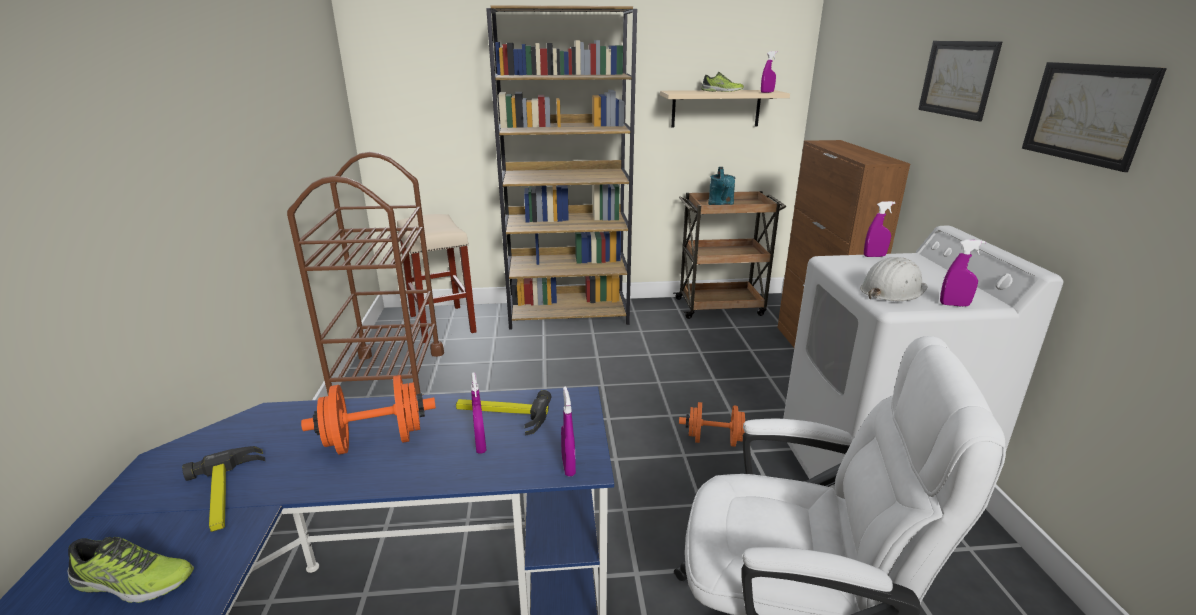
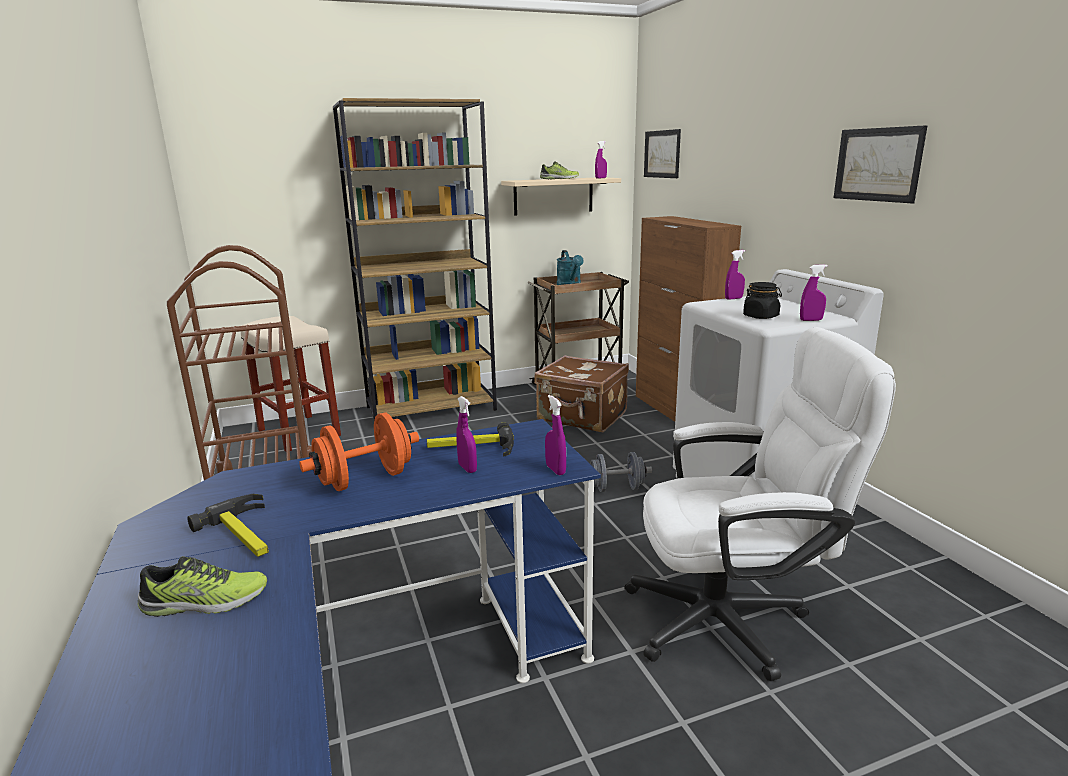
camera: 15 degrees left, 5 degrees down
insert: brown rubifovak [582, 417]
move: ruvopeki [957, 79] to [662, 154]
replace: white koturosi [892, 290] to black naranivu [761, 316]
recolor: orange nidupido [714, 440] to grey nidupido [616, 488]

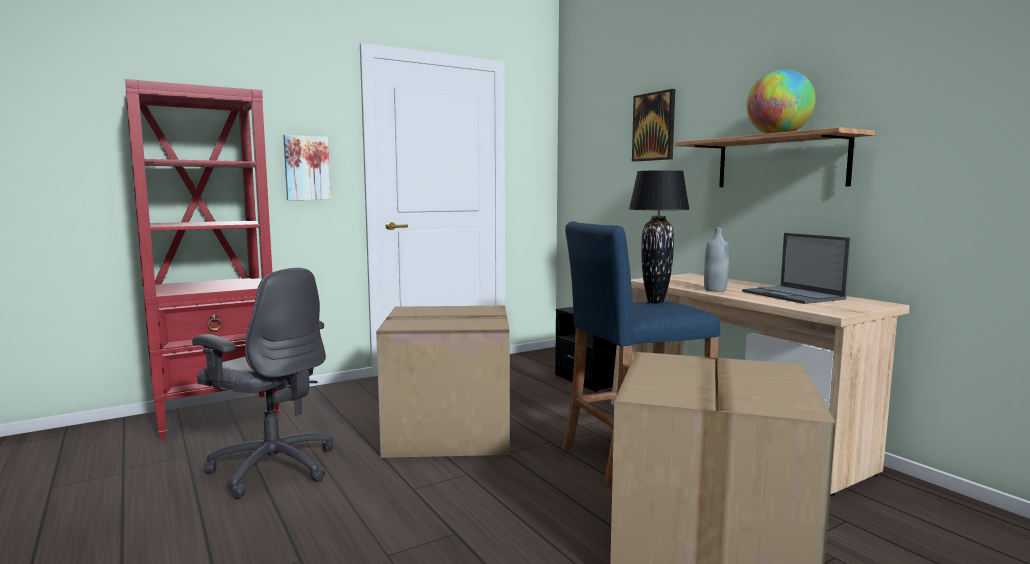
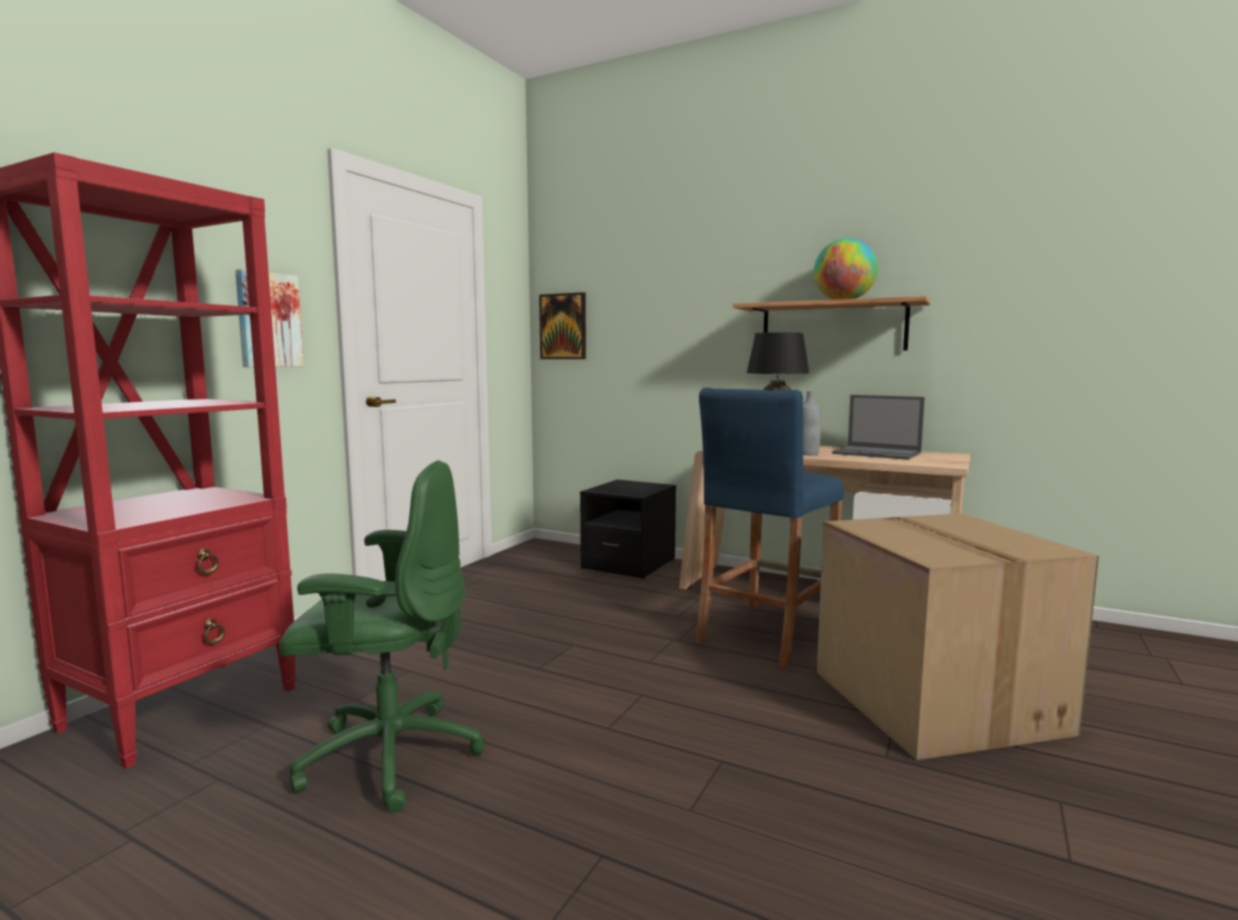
camera: 30 degrees left, 0 degrees up
delete: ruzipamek [446, 432]
move: ruvopeki [654, 126] to [563, 326]
recolor: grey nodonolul [273, 467] to green nodonolul [388, 755]

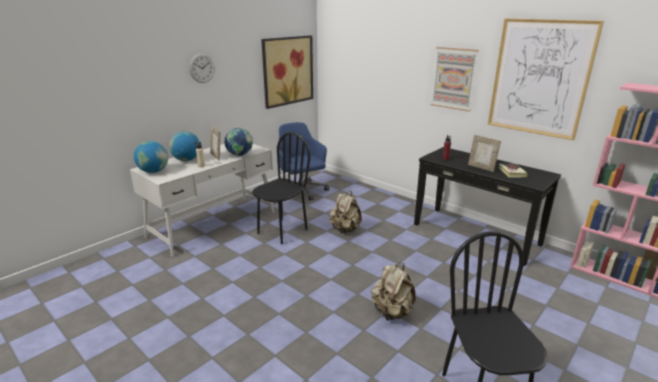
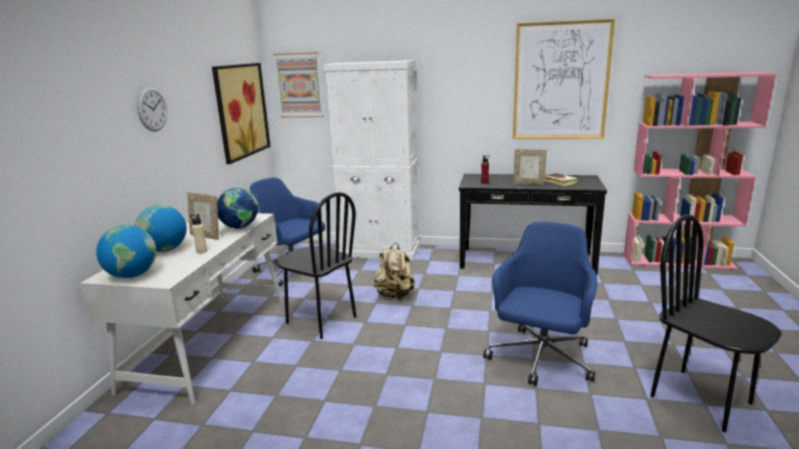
camera: 30 degrees left, 5 degrees down
insert: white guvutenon [380, 251]
move: ruvopeki [453, 78] to [299, 85]
replace: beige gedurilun [392, 312] to blue nodonolul [541, 359]
rotate: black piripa [282, 231] = [321, 320] 120 degrees clockwise

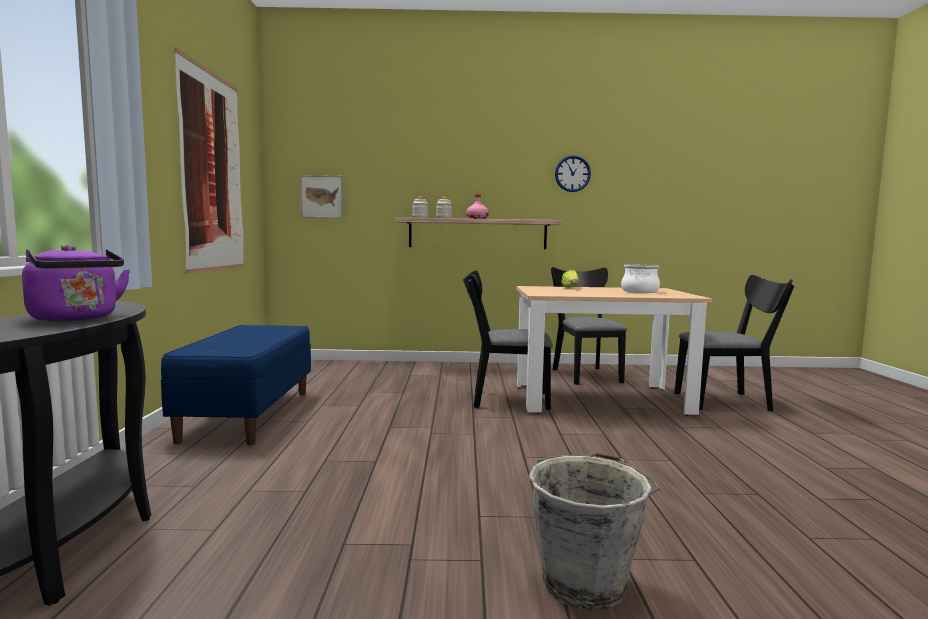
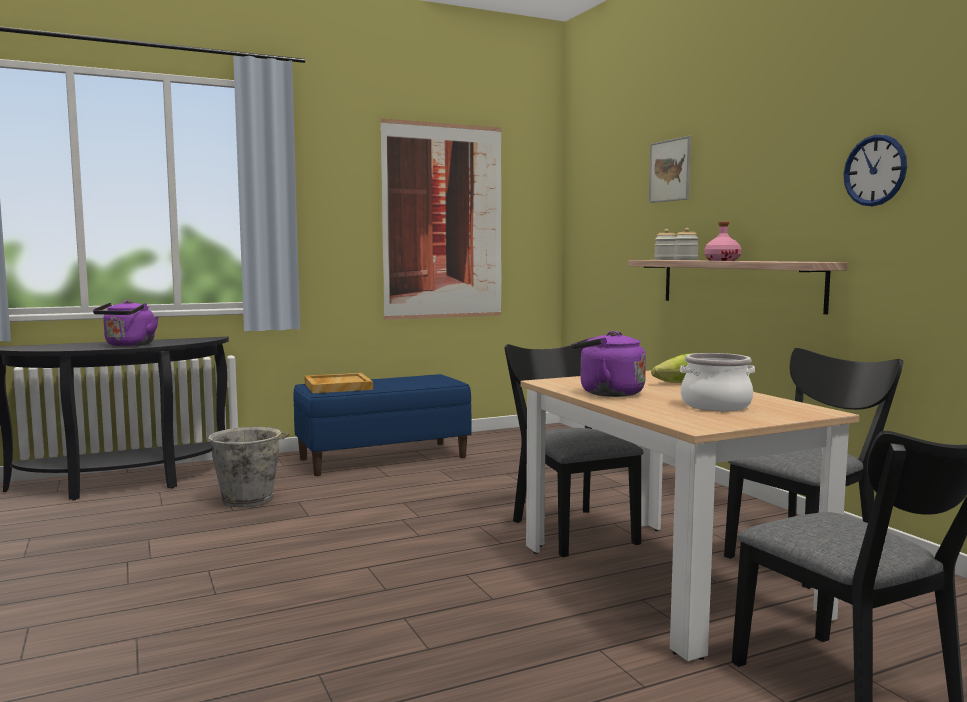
camera: 65 degrees right, 0 degrees up
insert: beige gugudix [337, 386]; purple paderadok [607, 393]
move: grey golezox [585, 582] to [250, 500]; ruvopeki [322, 197] to [670, 170]

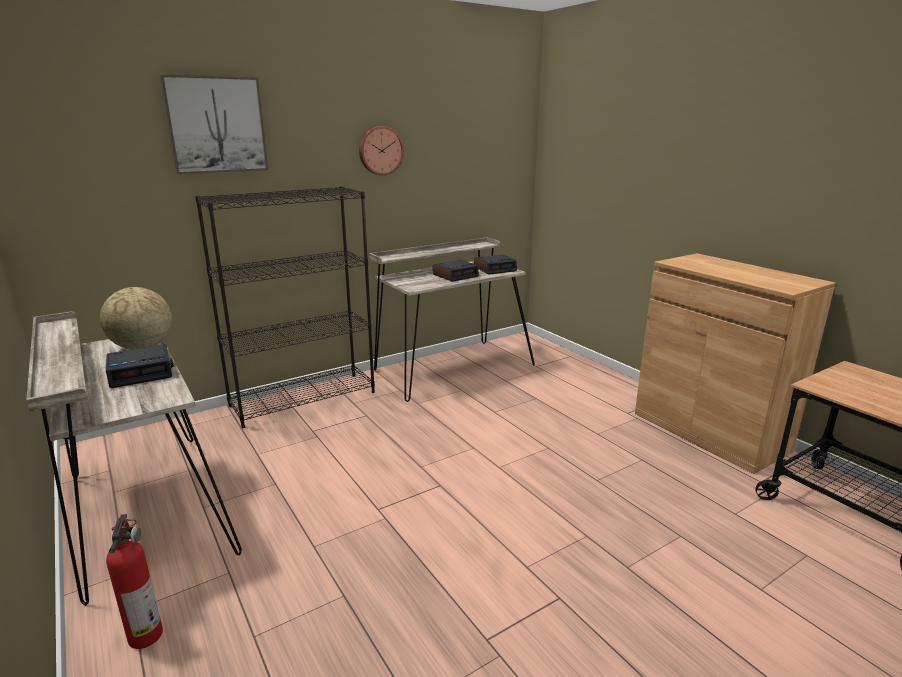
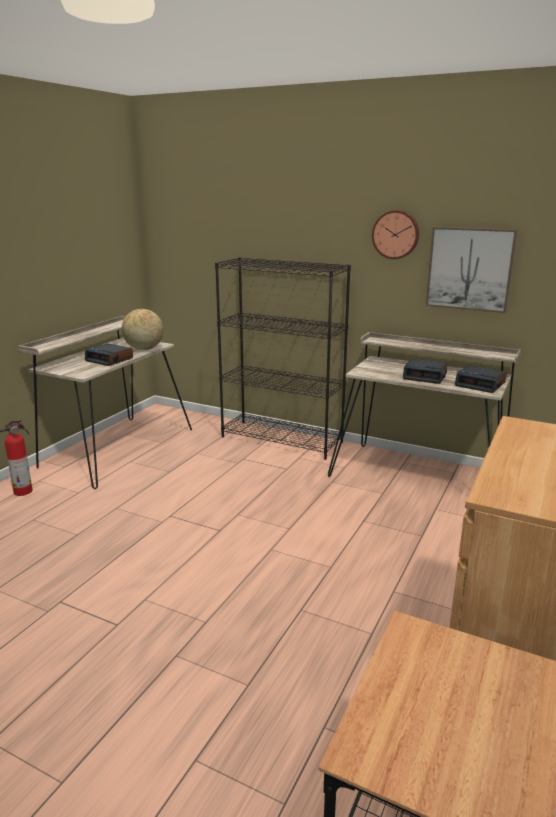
camera: 60 degrees right, 0 degrees up
move: ruvopeki [216, 125] to [469, 269]

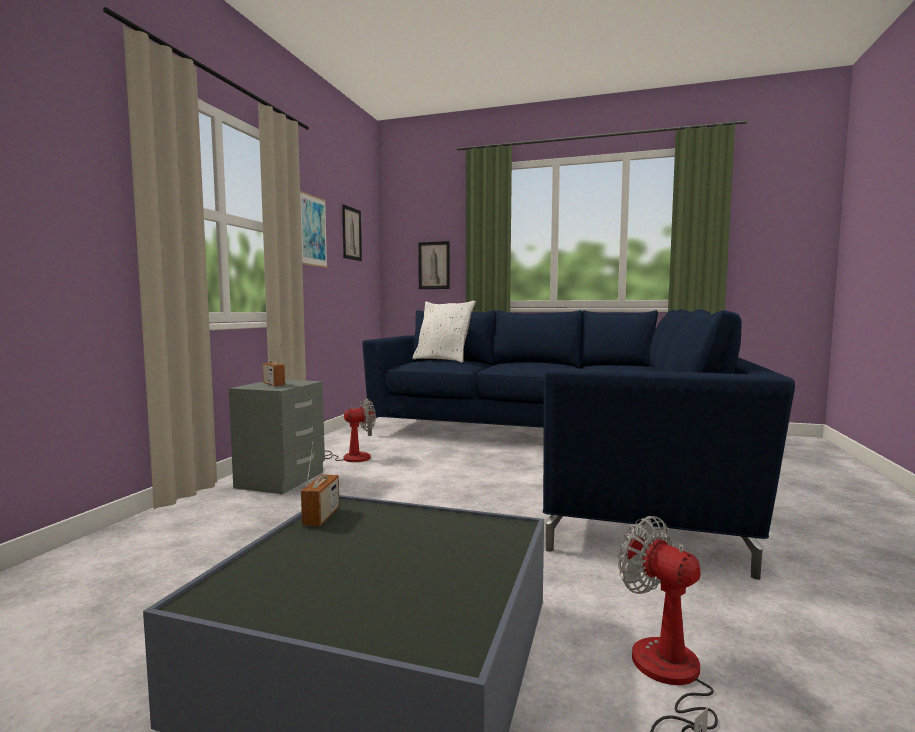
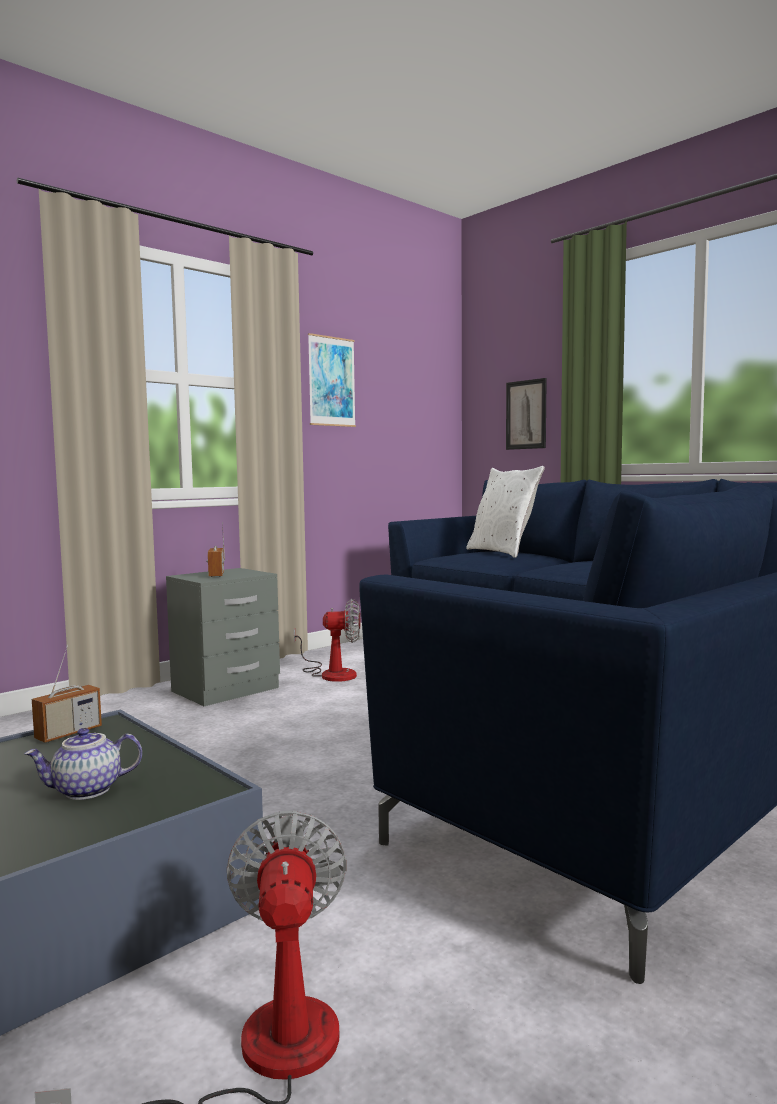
camera: 30 degrees right, 0 degrees up
delete: ruvopeki [351, 233]
insert: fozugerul [86, 791]

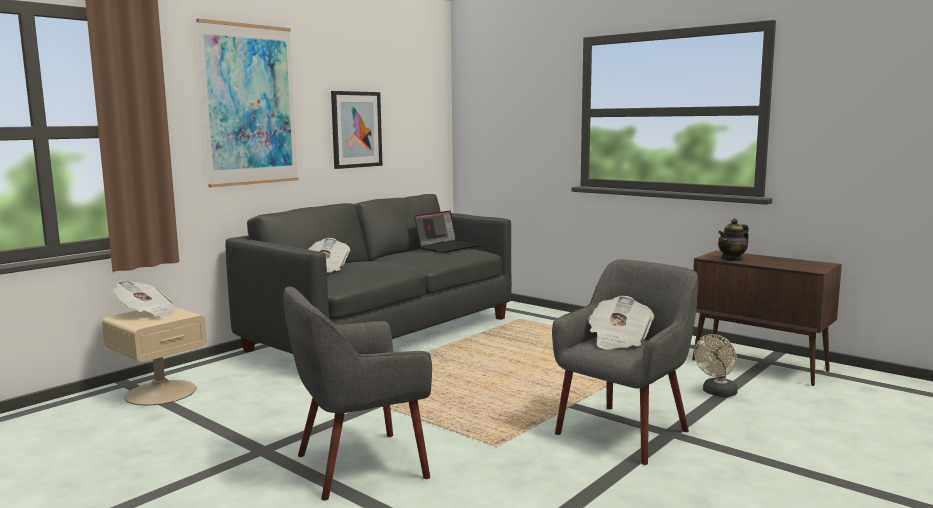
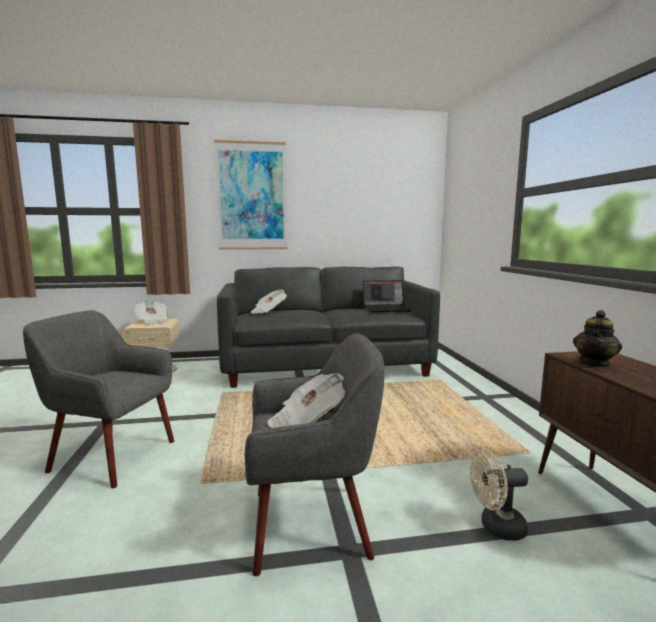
camera: 40 degrees right, 0 degrees up
delete: ruvopeki [356, 129]
rotate: fozugerul [732, 259] = [595, 363] 60 degrees counterclockwise

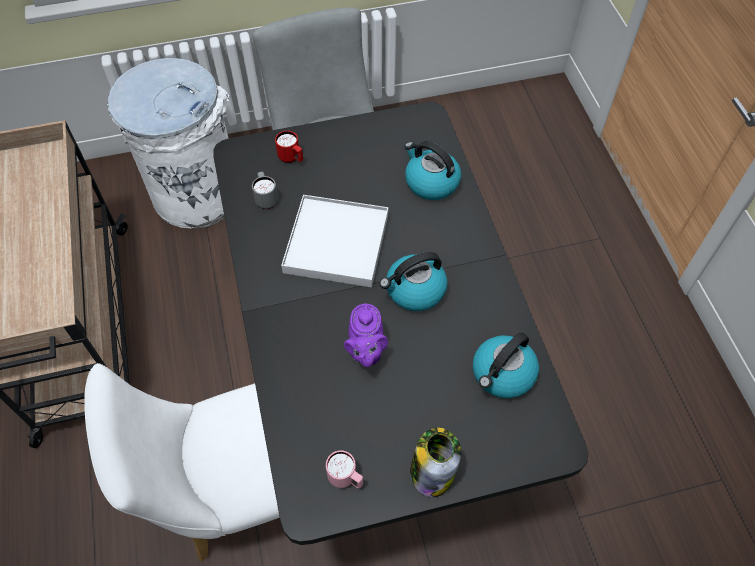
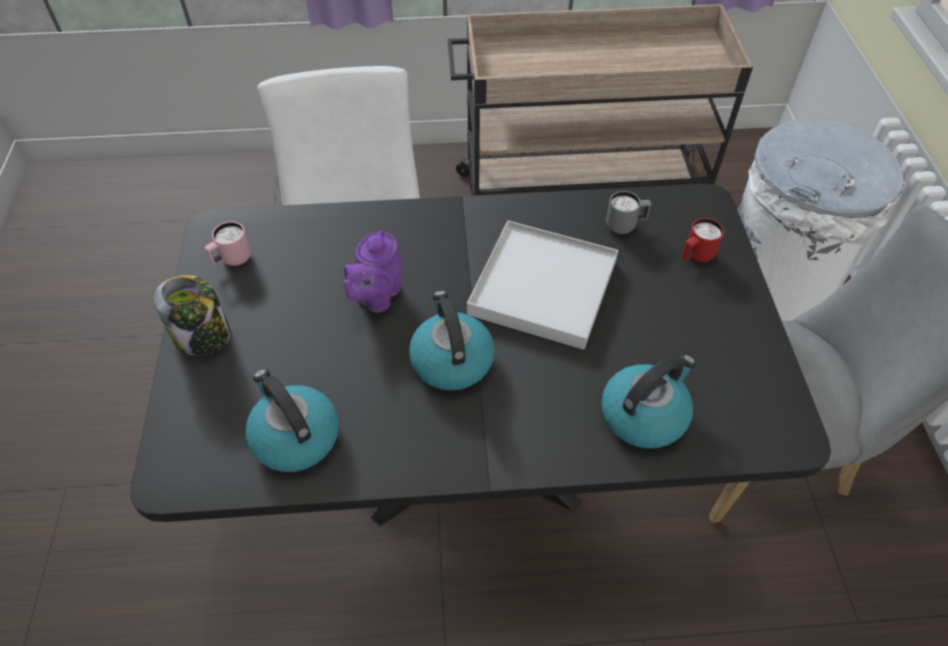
camera: 100 degrees right, 5 degrees down
rotate: purple fozugerul [366, 351] = [376, 297] 75 degrees counterclockwise

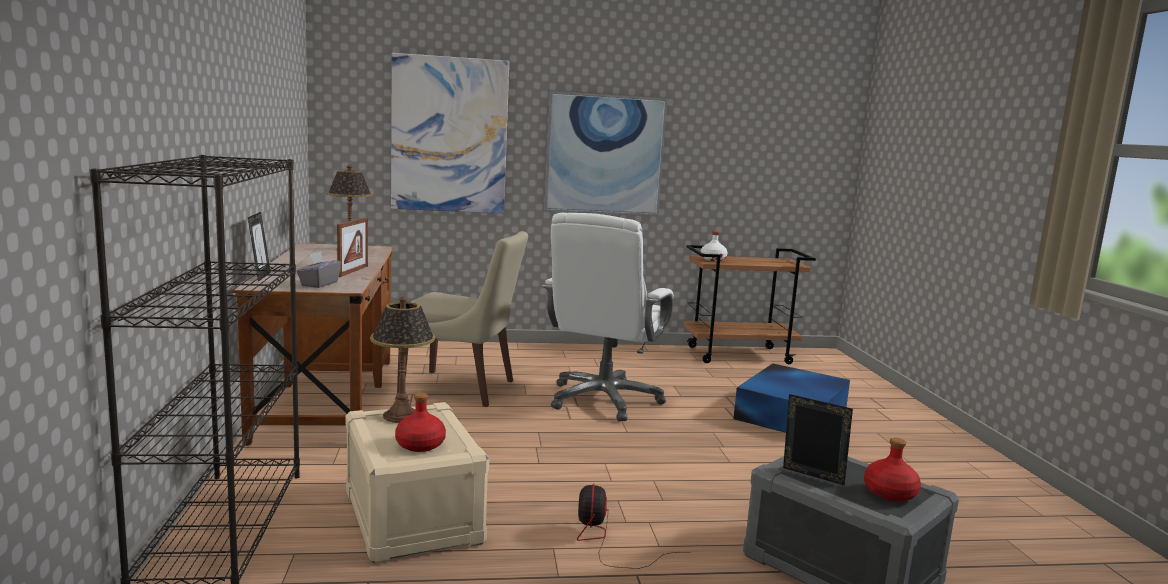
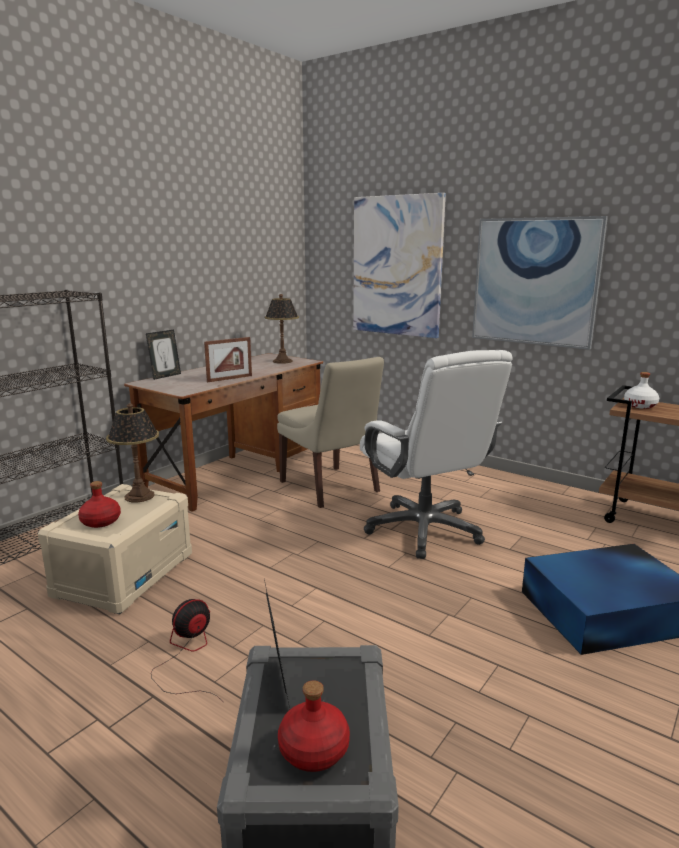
camera: 45 degrees right, 5 degrees up
delete: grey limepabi [319, 284]
rotate: white nodonolul [604, 400] = [424, 530] 90 degrees counterclockwise

